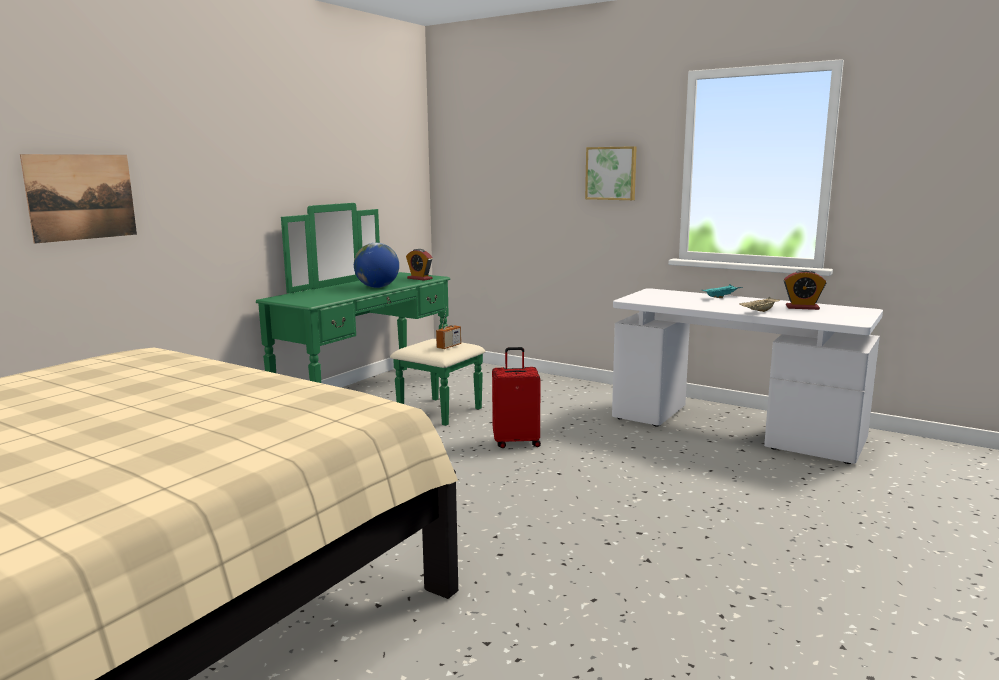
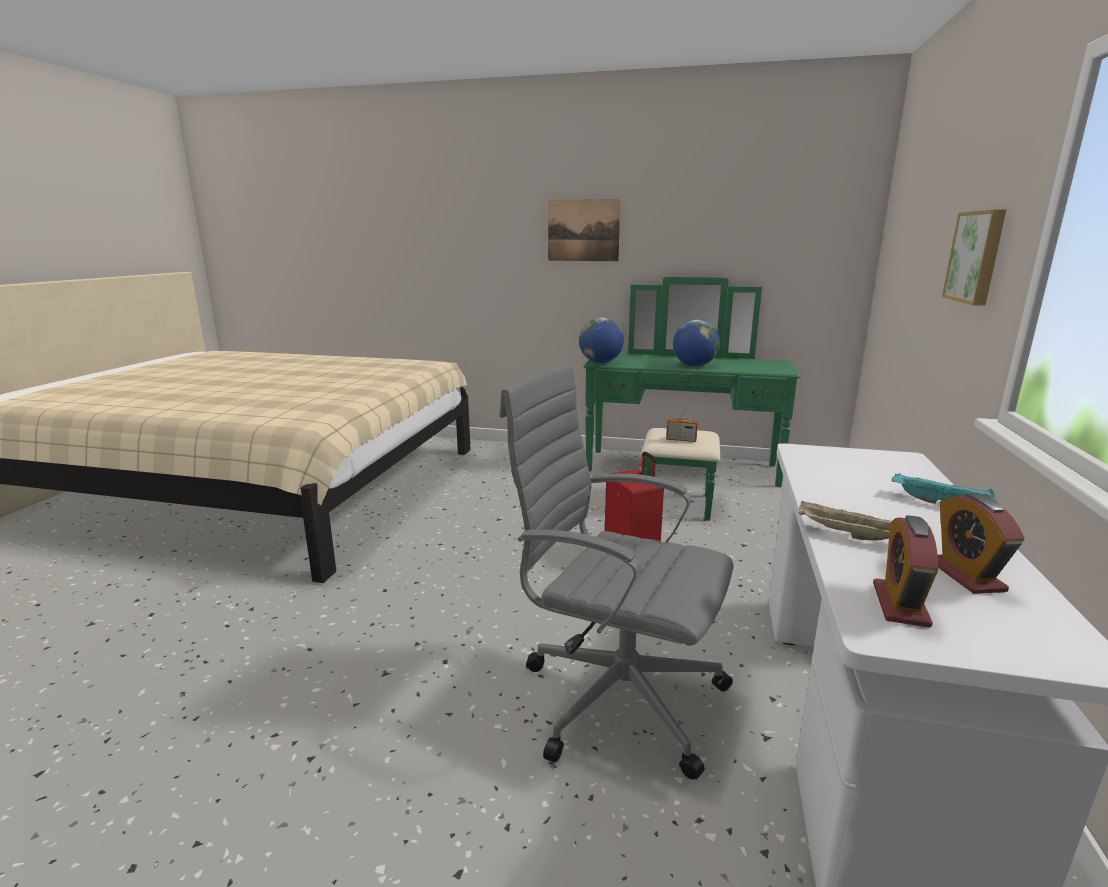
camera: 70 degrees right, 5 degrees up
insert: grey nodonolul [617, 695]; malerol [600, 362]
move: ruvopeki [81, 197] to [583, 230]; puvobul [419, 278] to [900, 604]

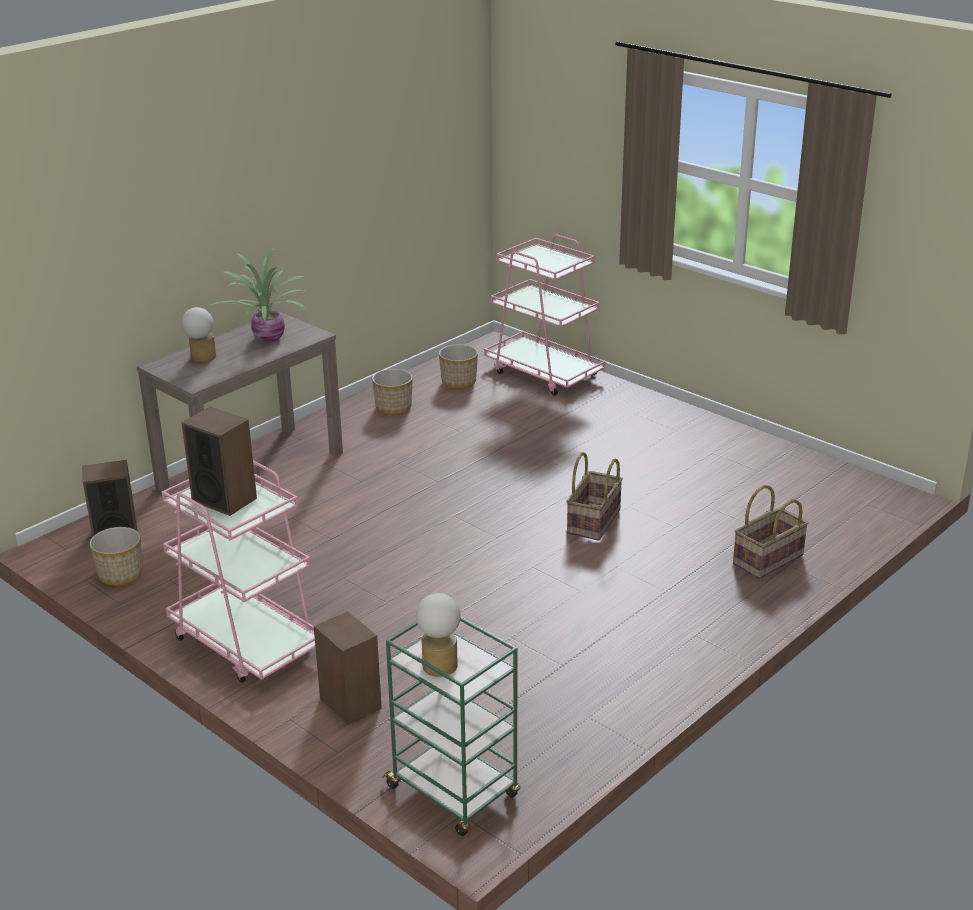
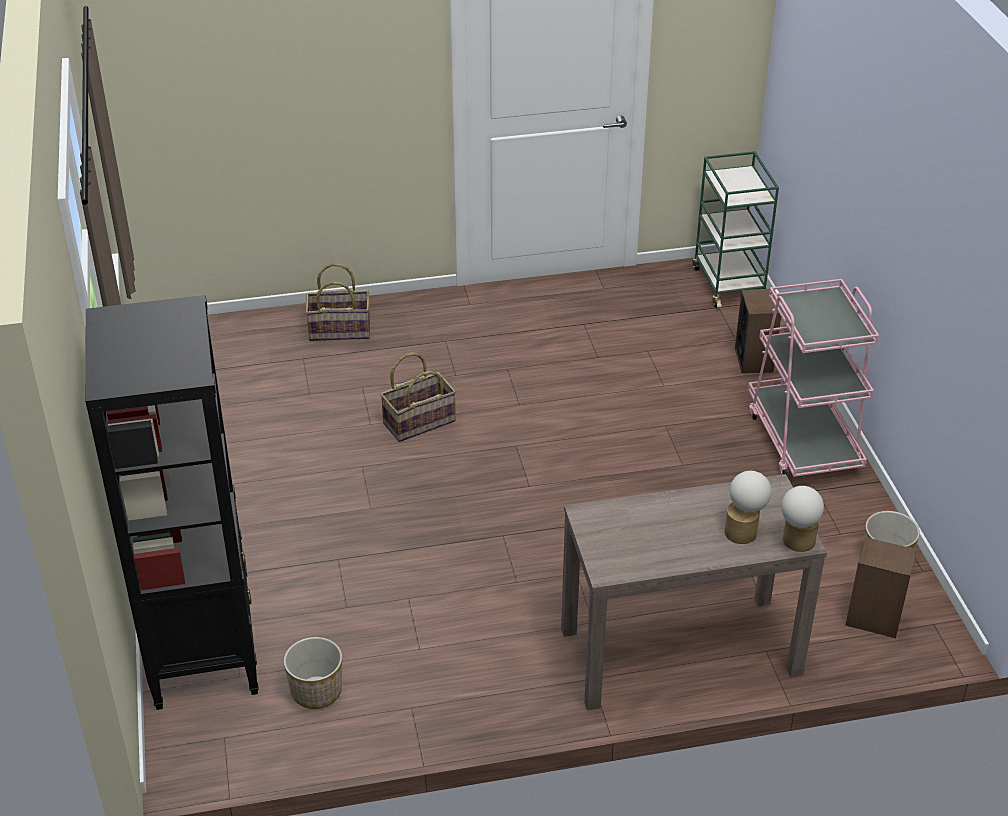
camera: 145 degrees left, 10 degrees up
delete: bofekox [224, 499]; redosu [267, 338]; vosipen [394, 408]
move: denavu [440, 662] to [796, 543]
replace: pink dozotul [544, 373] to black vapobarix [204, 652]

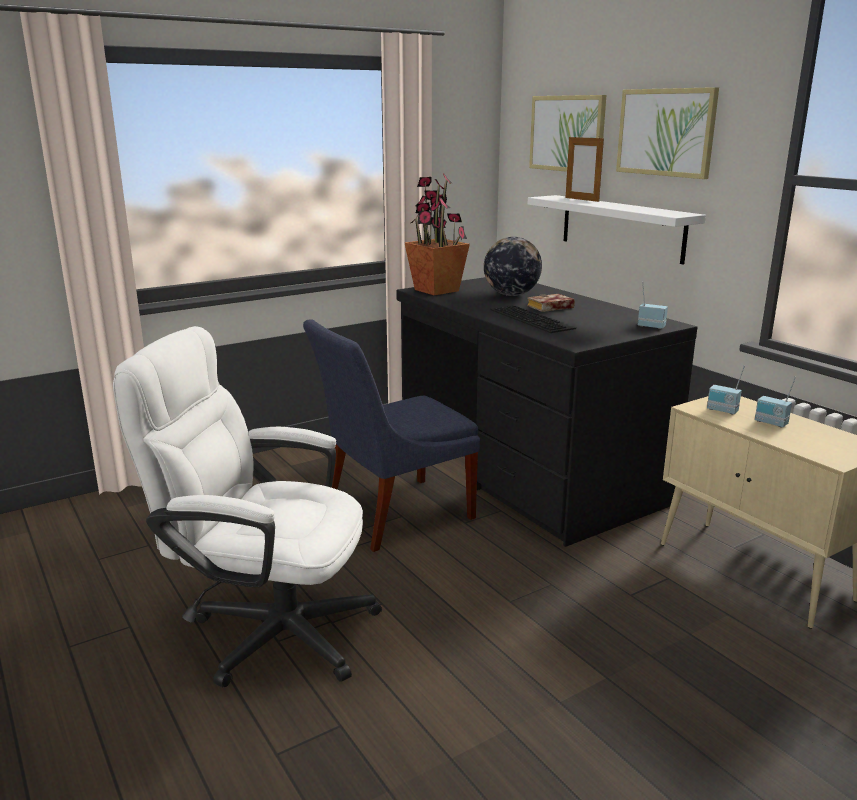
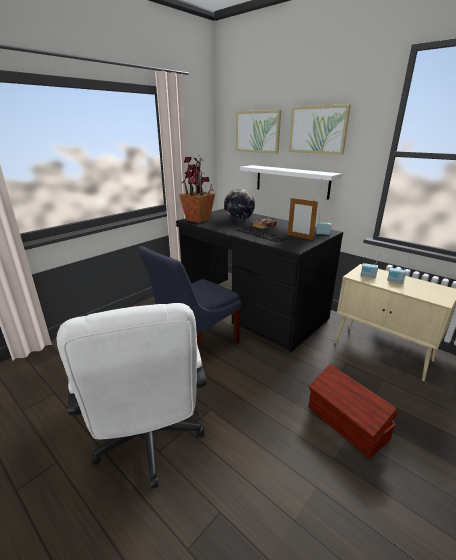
camera: 15 degrees left, 5 degrees up
insert: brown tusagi [346, 424]
move: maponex [582, 199] to [300, 237]
rotate: white nodonolul [268, 629] = [149, 443] 105 degrees counterclockwise

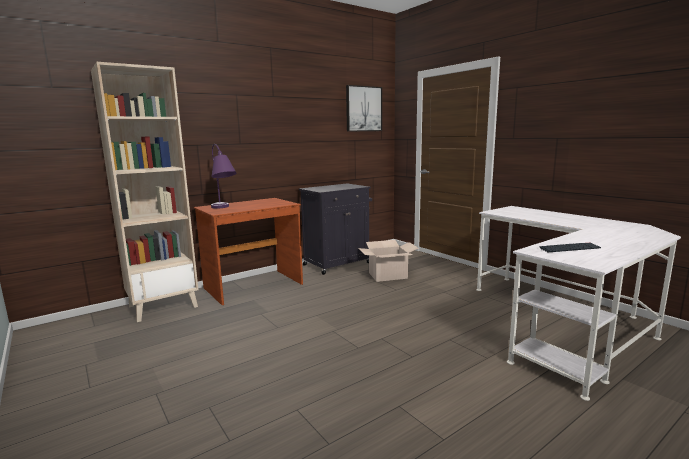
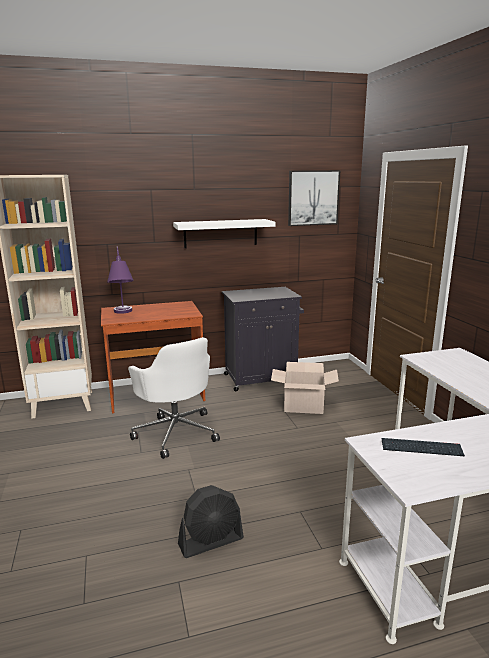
camera: 20 degrees right, 5 degrees up
insert: white nodonolul [176, 432]; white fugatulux [220, 233]; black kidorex [211, 541]

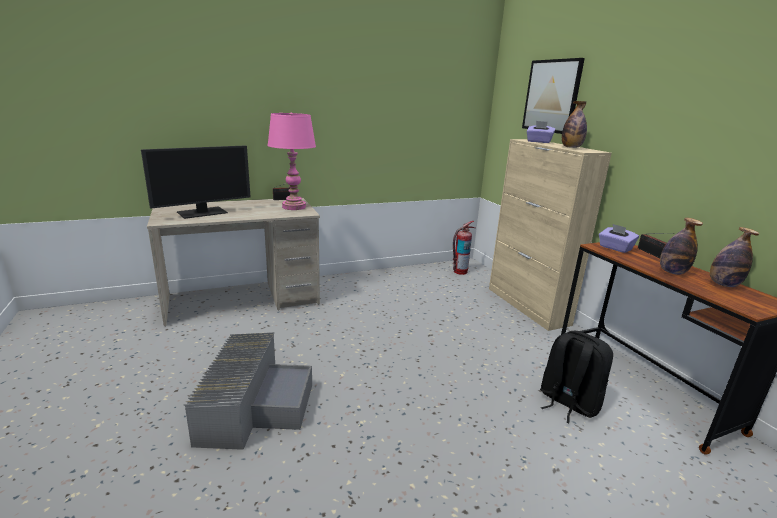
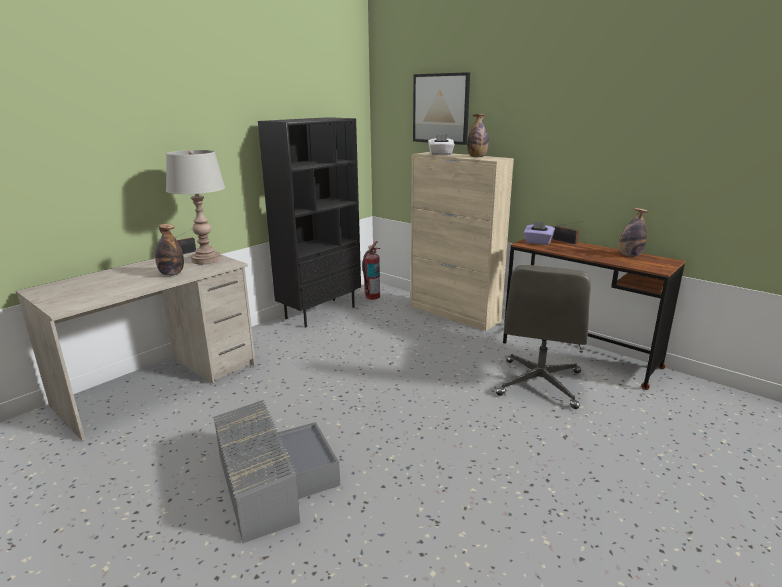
camera: 25 degrees left, 0 degrees up
delete: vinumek [203, 212]
insert: black vapobarix [320, 312]
move: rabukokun [672, 272] to [172, 274]
replace: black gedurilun [567, 402] to grey nodonolul [539, 384]
recolor: pink denavu [294, 207] to grey denavu [206, 260]; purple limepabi [538, 142] to white limepabi [441, 154]

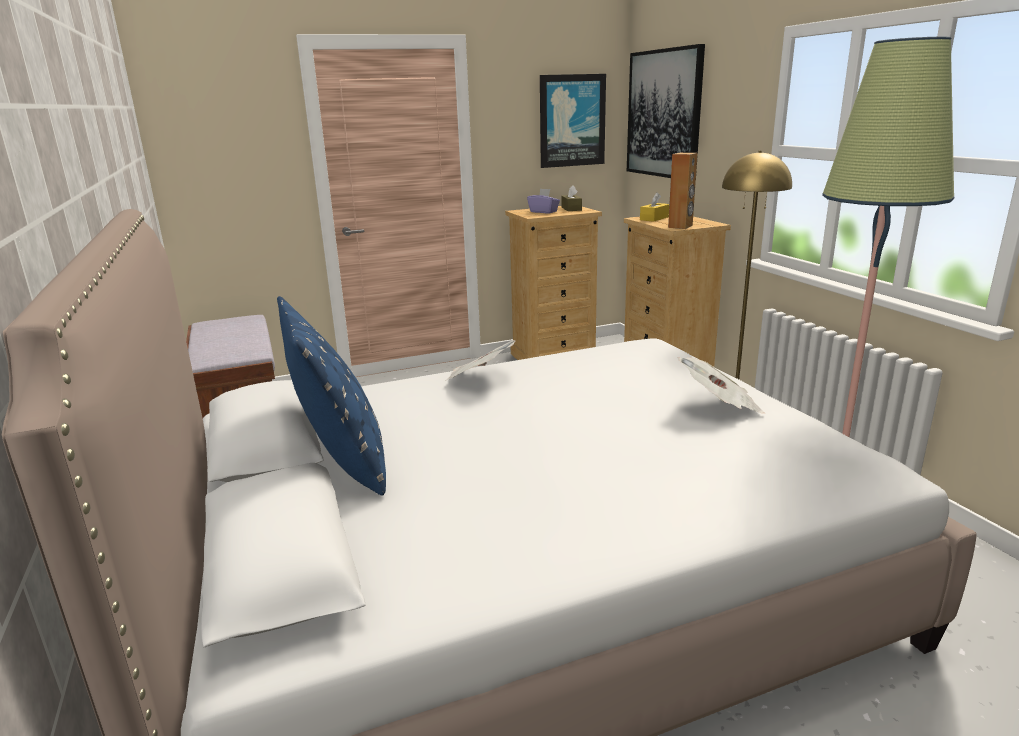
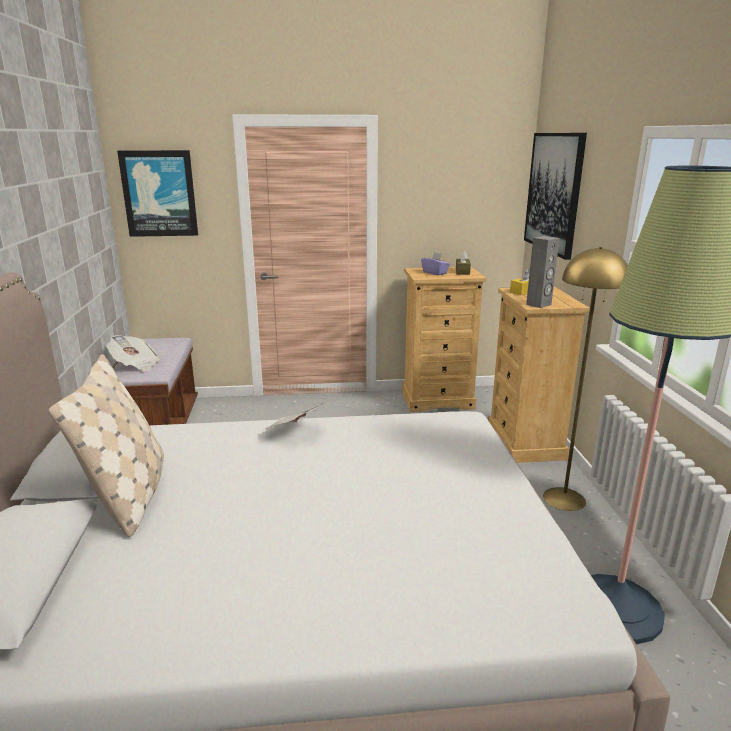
camera: 15 degrees right, 0 degrees up
move: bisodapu [719, 405] to [135, 365]; ruvopeki [572, 121] to [159, 194]
recolor: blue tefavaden [343, 461] to beige tefavaden [129, 496]; brown bofekox [680, 226] to grey bofekox [539, 304]

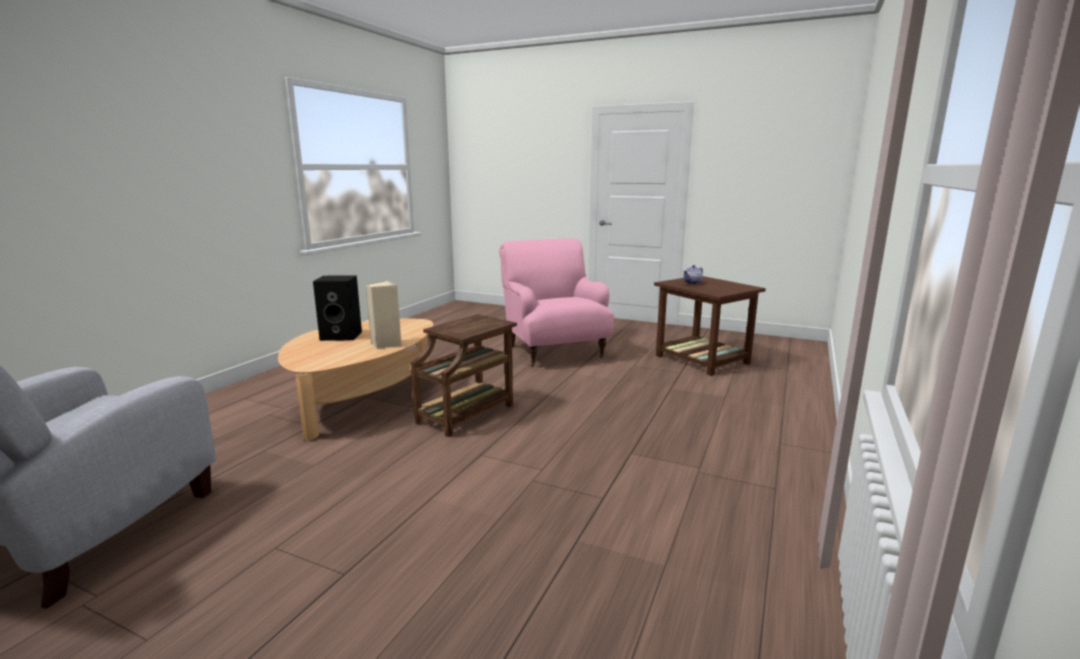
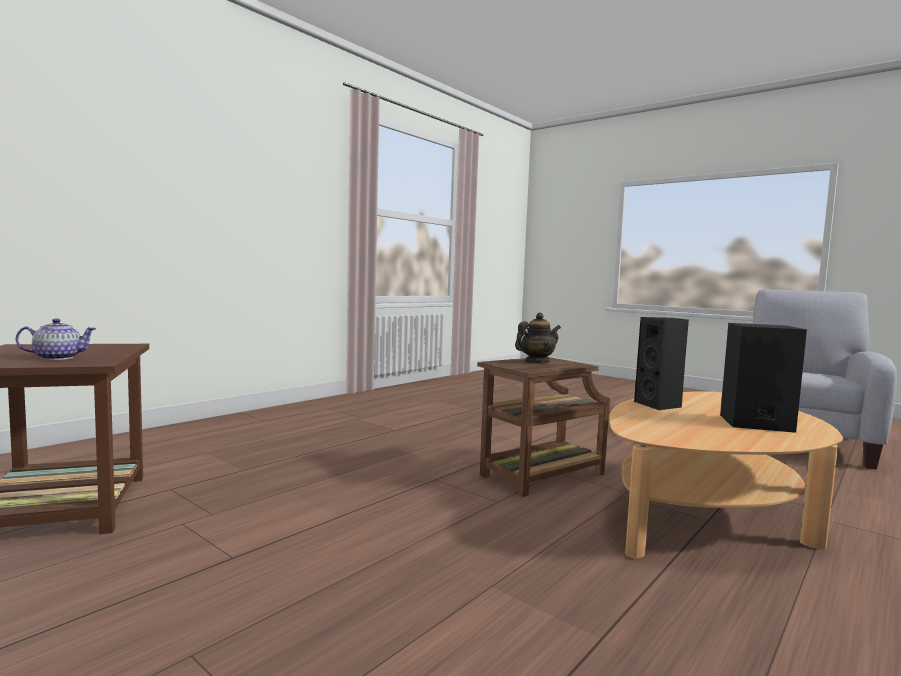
camera: 165 degrees left, 10 degrees down
delete: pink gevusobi [554, 351]
insert: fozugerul [536, 362]
recolor: beige bofekox [385, 344] to black bofekox [659, 405]

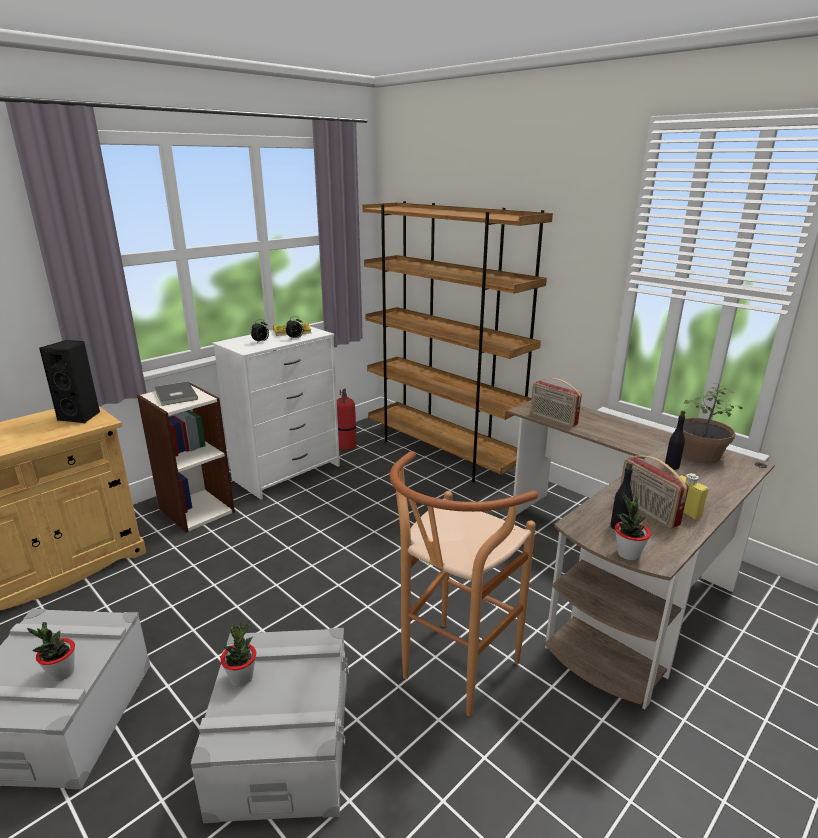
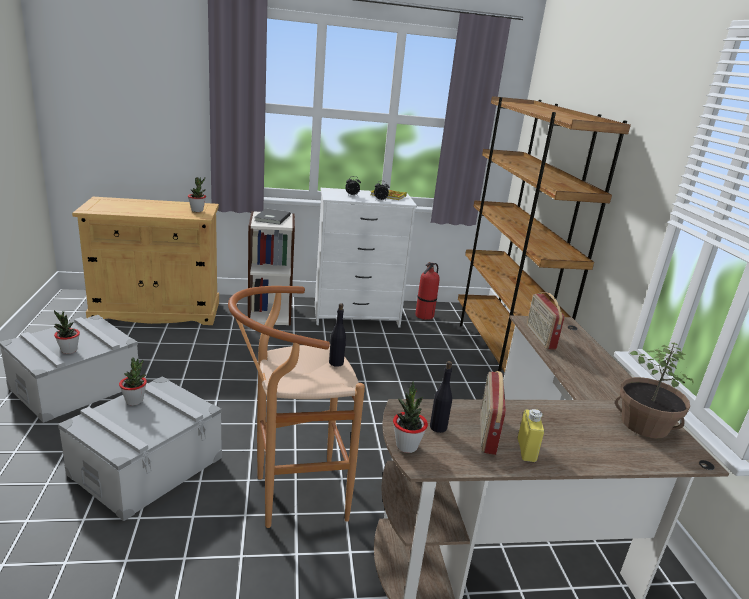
camera: 35 degrees right, 0 degrees up
move: black rabukokun [672, 466] to [336, 362]
replace: black bofekox [81, 416] to redosu [197, 210]

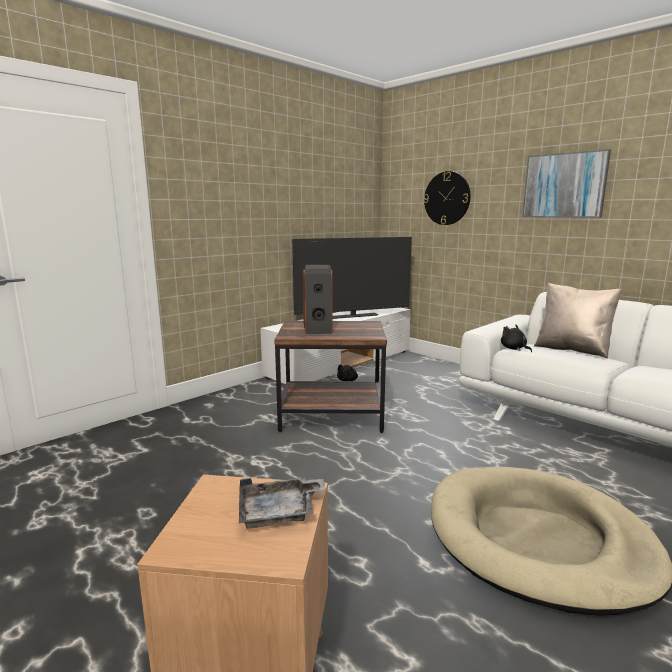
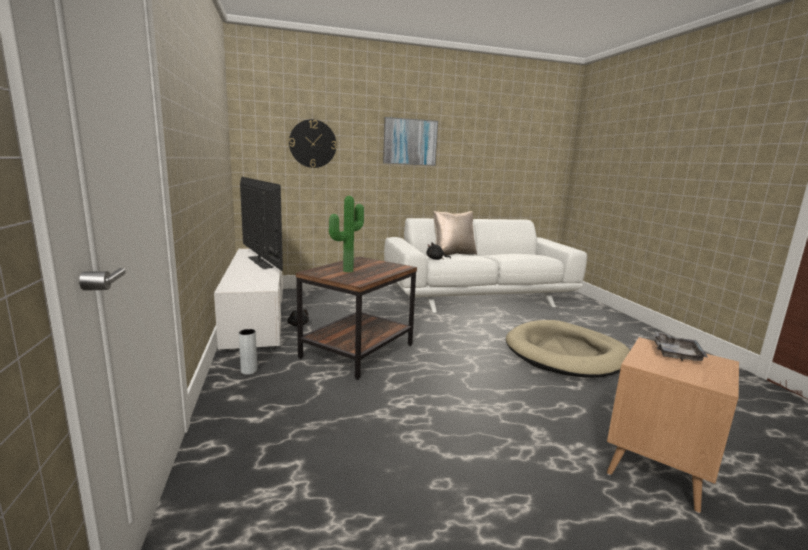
camera: 60 degrees left, 0 degrees up
insert: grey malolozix [249, 371]
replace: bofekox [318, 327] to redosu [346, 270]
rotate: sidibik [353, 316] = [260, 262] 45 degrees counterclockwise

